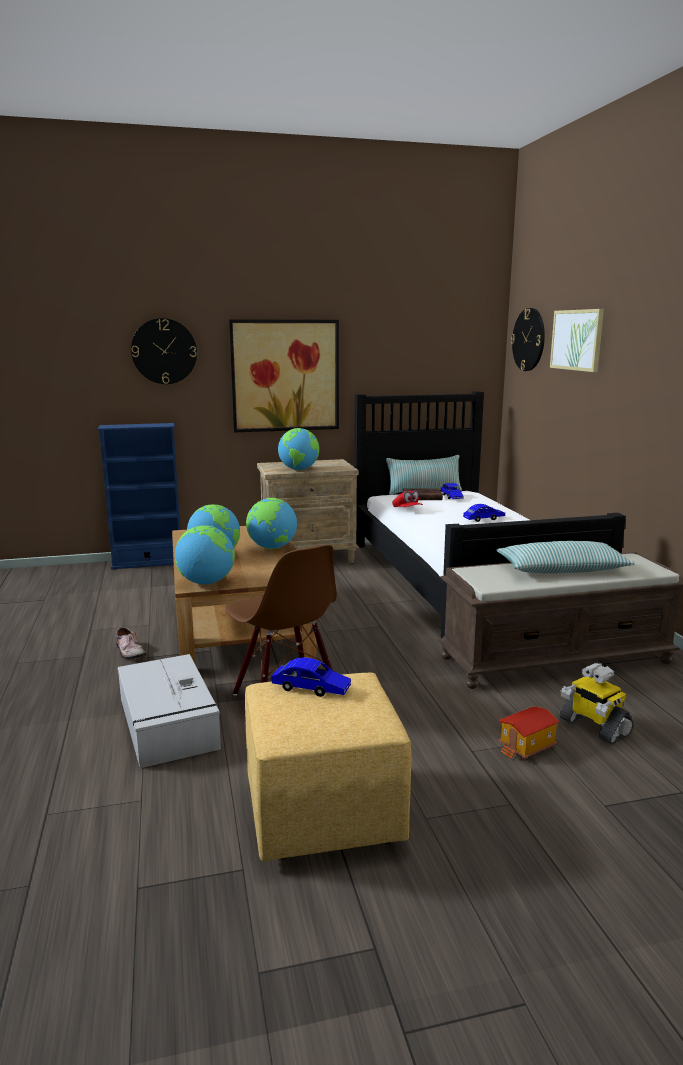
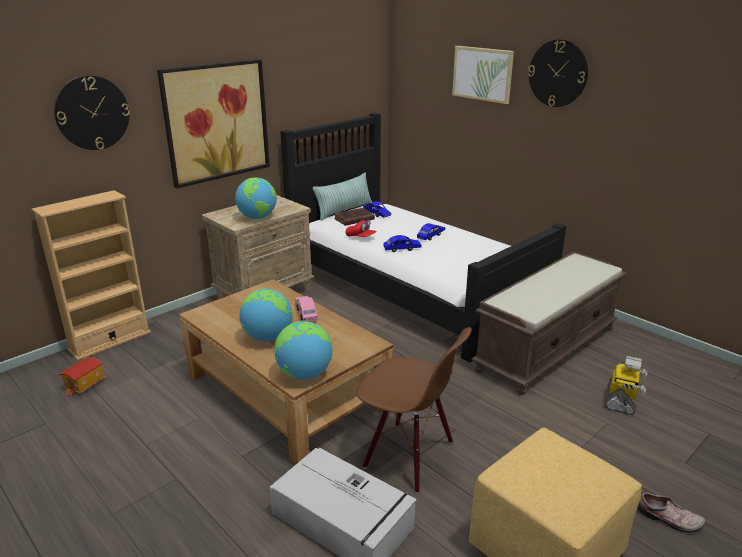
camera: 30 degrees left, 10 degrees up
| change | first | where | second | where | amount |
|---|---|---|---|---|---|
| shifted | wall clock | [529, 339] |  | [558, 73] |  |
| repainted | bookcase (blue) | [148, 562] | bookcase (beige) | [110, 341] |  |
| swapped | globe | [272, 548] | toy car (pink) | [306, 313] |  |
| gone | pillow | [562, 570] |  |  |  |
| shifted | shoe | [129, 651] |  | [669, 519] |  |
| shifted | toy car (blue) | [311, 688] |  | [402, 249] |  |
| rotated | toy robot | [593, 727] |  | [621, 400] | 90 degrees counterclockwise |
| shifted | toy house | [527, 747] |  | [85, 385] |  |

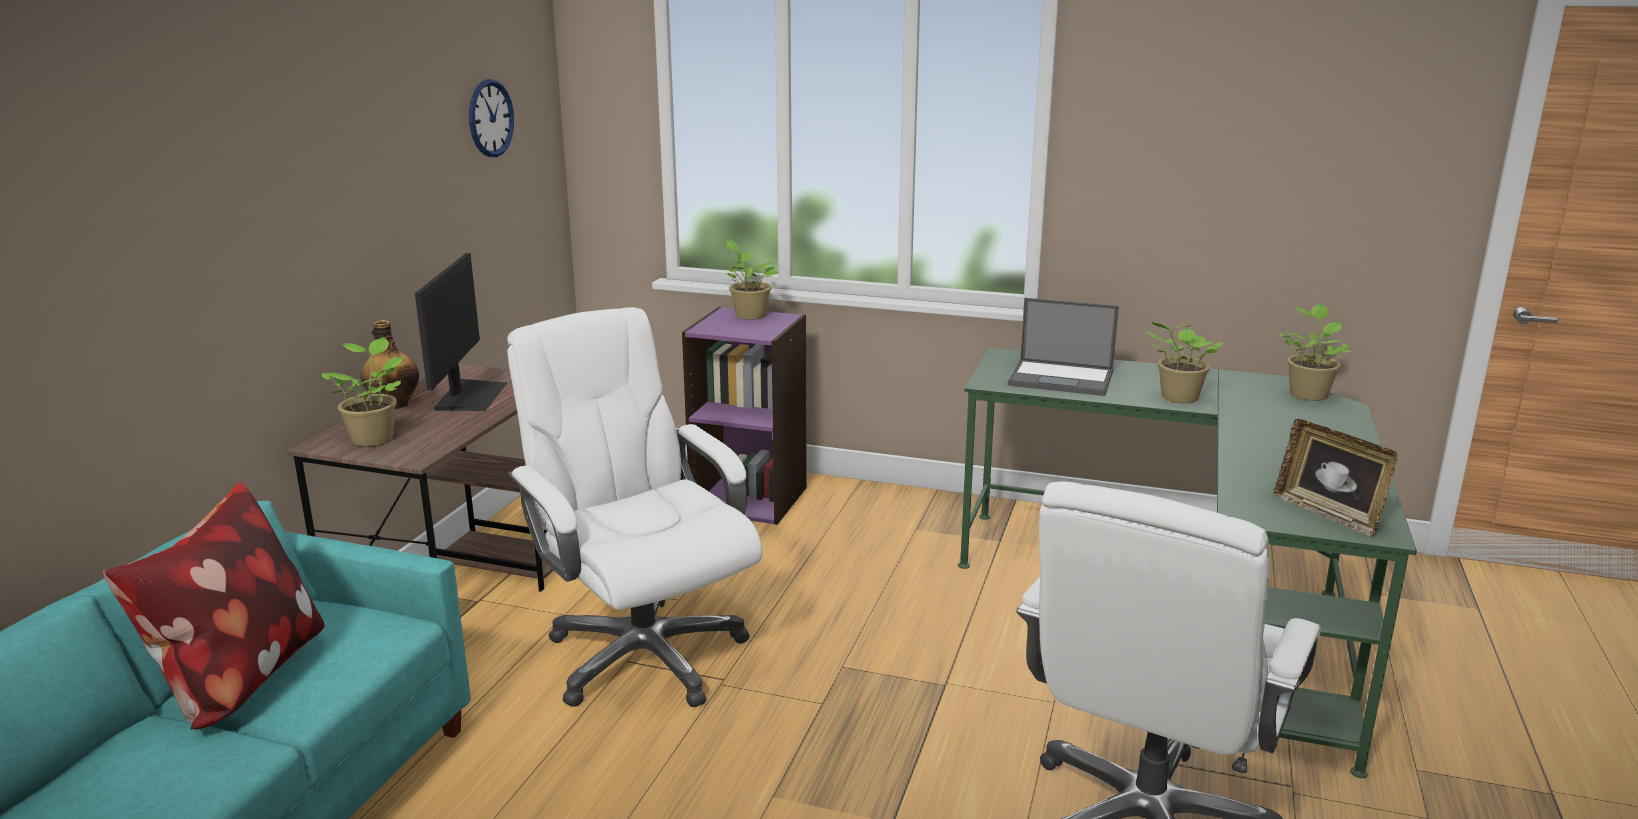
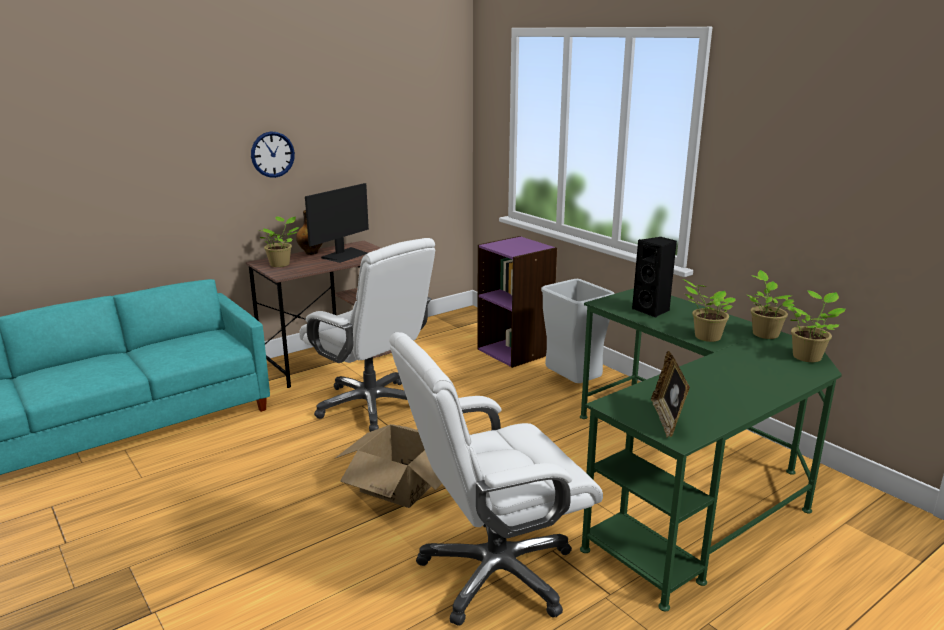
camera: 35 degrees right, 0 degrees up
| change | first | where | second | where | amount |
|---|---|---|---|---|---|
| shifted | wall clock | [490, 118] |  | [272, 154] |  |
| shifted | potted plant | [749, 315] |  | [764, 333] |  |
| swapped | laptop | [1062, 378] | speaker (black) | [652, 310] |  |
| rotated | office chair (white) | [644, 655] |  | [372, 405] | 135 degrees clockwise |
| gone | pillow | [238, 679] |  |  |  |
| new |  |  | trash can (grey) | [573, 386] |  |
| new |  |  | cardboard box | [400, 484] |  |

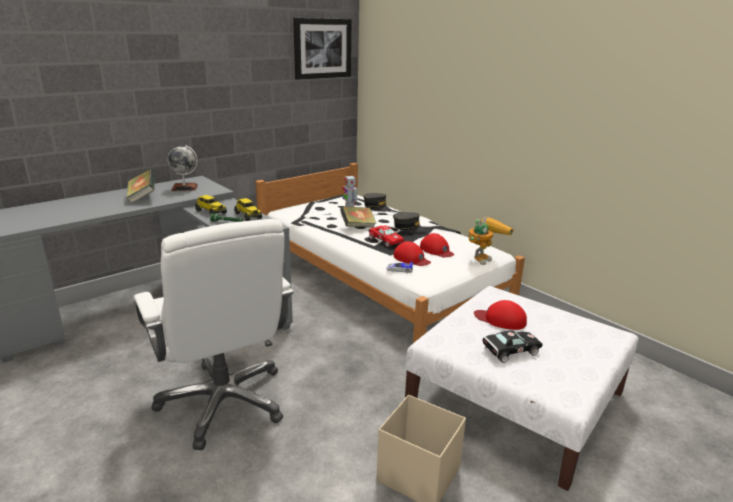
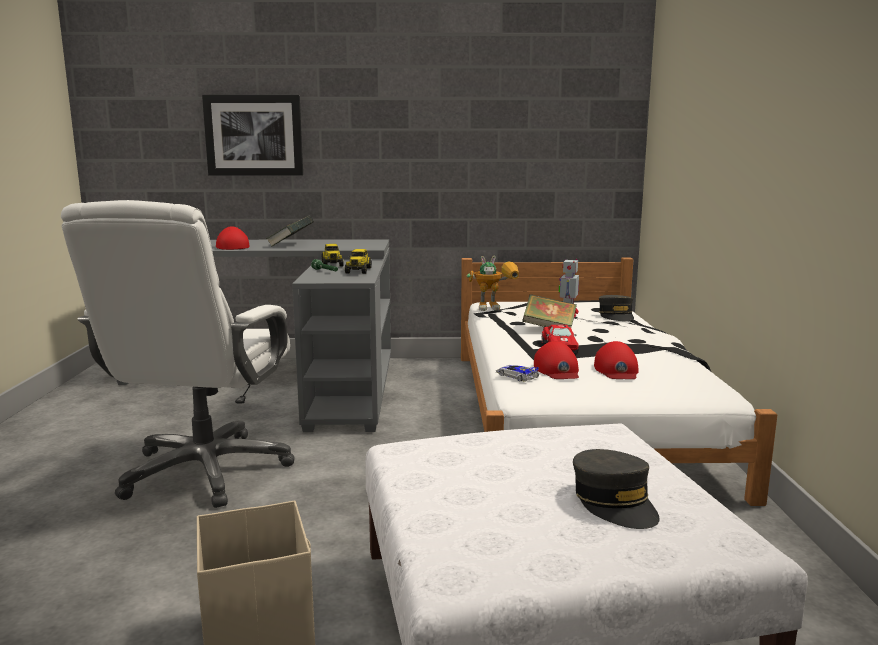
camera: 40 degrees right, 10 degrees down
| change | first | where | second | where | amount |
|---|---|---|---|---|---|
| shifted | picture | [322, 48] |  | [254, 135] |  |
| gone | globe | [184, 188] |  |  |  |
| shifted | cap (grey) | [408, 228] |  | [614, 502] |  |
| shifted | toy robot | [483, 257] |  | [496, 308] |  |
| shifted | cap (red) | [500, 319] |  | [231, 246] |  |
| gone | toy car (black) | [509, 351] |  |  |  |

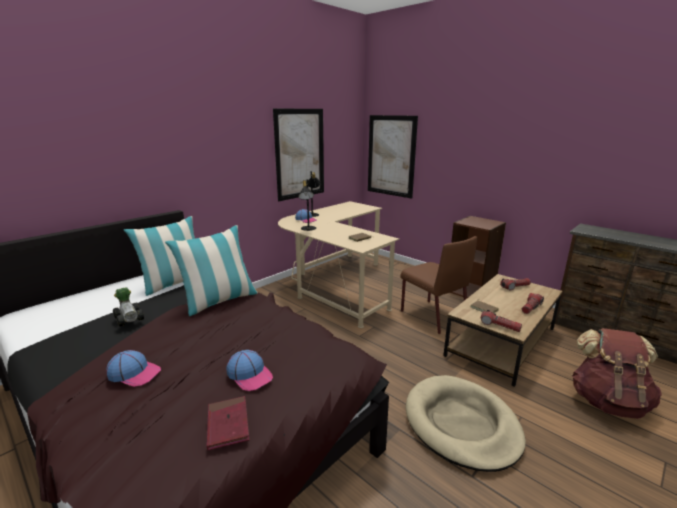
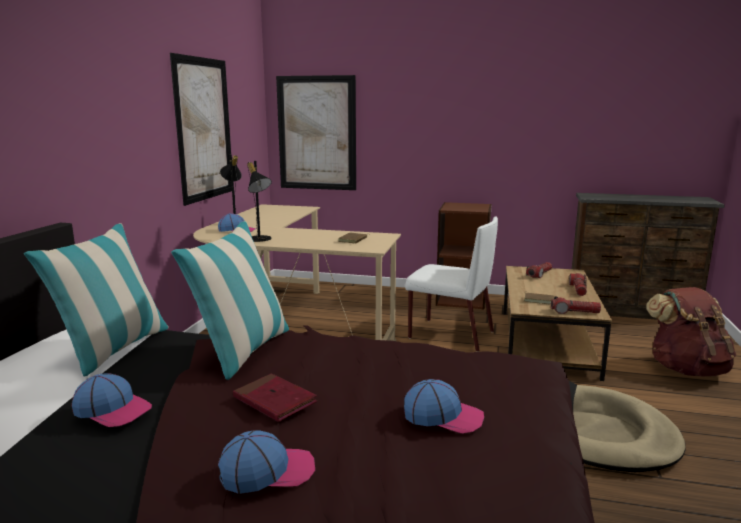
camera: 30 degrees left, 5 degrees down
| change | first | where | second | where | amount |
|---|---|---|---|---|---|
| repainted | chair (brown) | [432, 316] | chair (white) | [449, 334] |  |
| swapped | toy car | [129, 317] | cap | [113, 410] |  |
| shifted | book (red) | [228, 424] |  | [274, 401] |  |

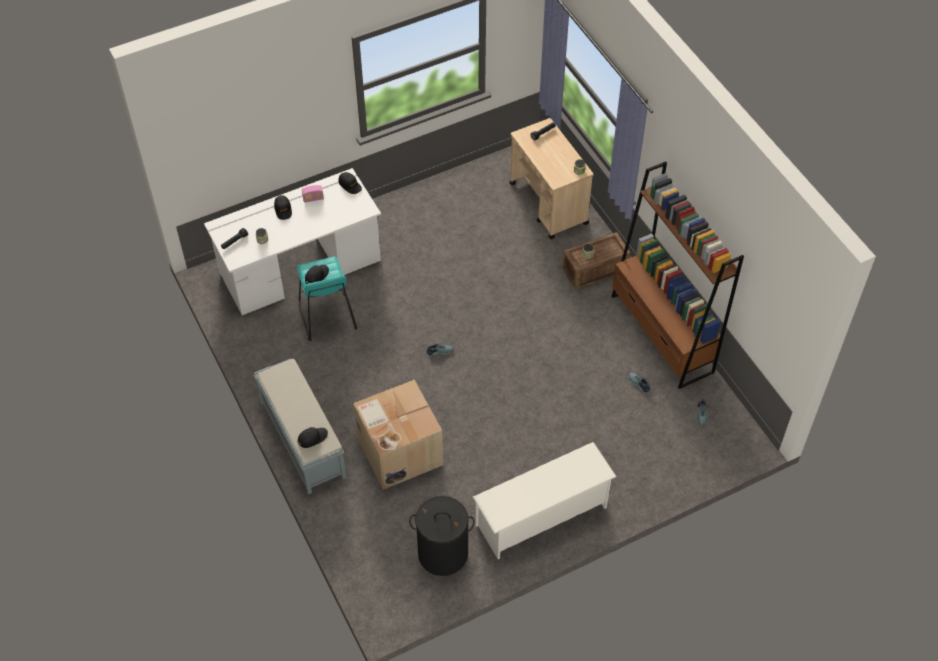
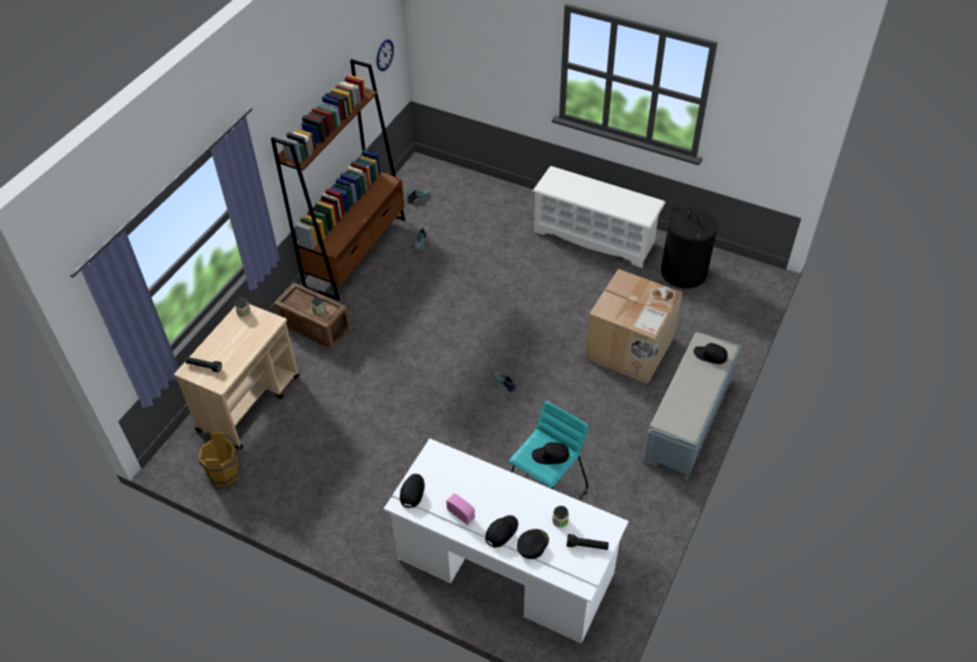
camera: 125 degrees left, 5 degrees down
| change | first | where | second | where | amount |
|---|---|---|---|---|---|
| new |  |  | wall clock | [384, 55] |  |
| new |  |  | bucket (brown) | [227, 474] |  |
| new |  |  | cap (black) | [532, 544] |  |

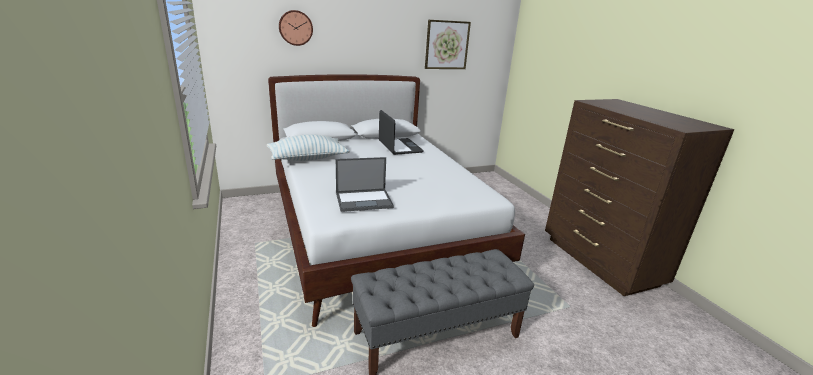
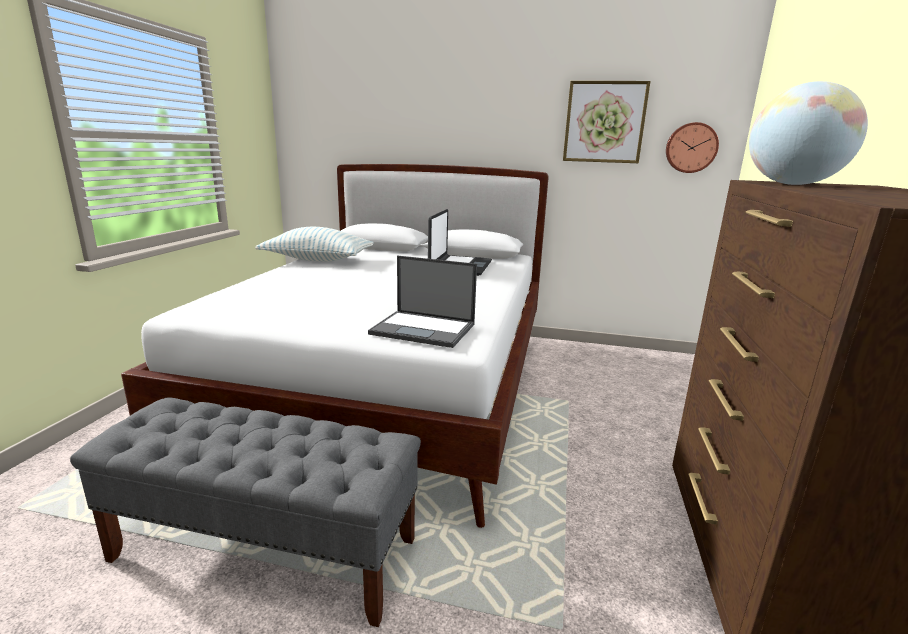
camera: 35 degrees right, 5 degrees down
| change | first | where | second | where | amount |
|---|---|---|---|---|---|
| shifted | wall clock | [295, 28] |  | [691, 148] |  |
| shifted | laptop | [364, 200] |  | [424, 329] |  |
| new |  |  | globe | [792, 184] |  |

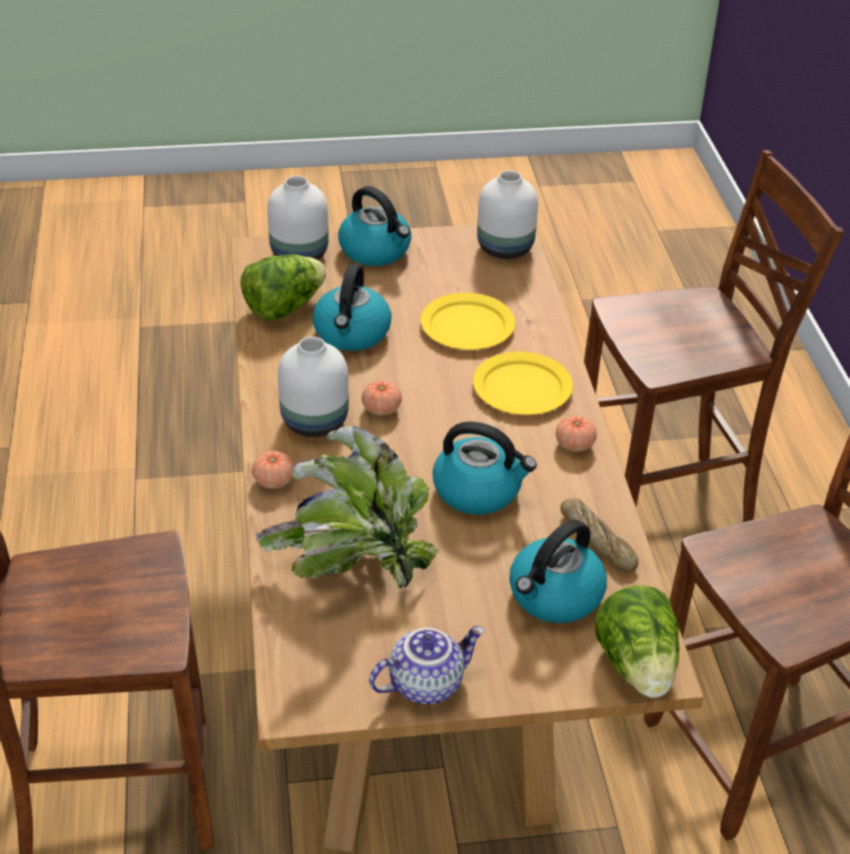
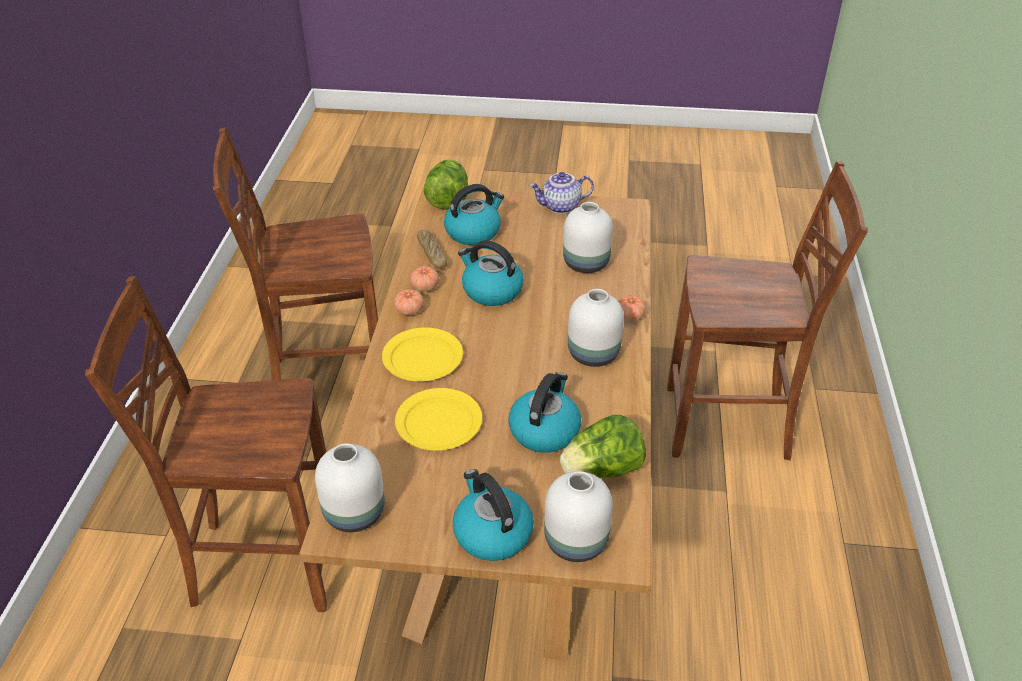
camera: 165 degrees left, 0 degrees up
| change | first | where | second | where | amount |
|---|---|---|---|---|---|
| shifted | tomato | [381, 409] |  | [425, 287] |  |
| swapped | potted plant | [352, 562] | vase (white) | [586, 263] |  |

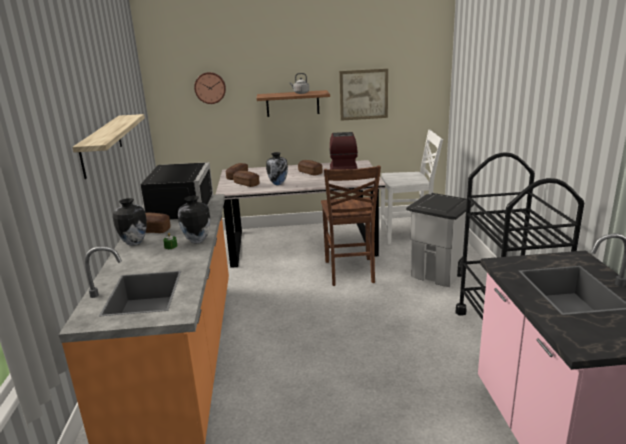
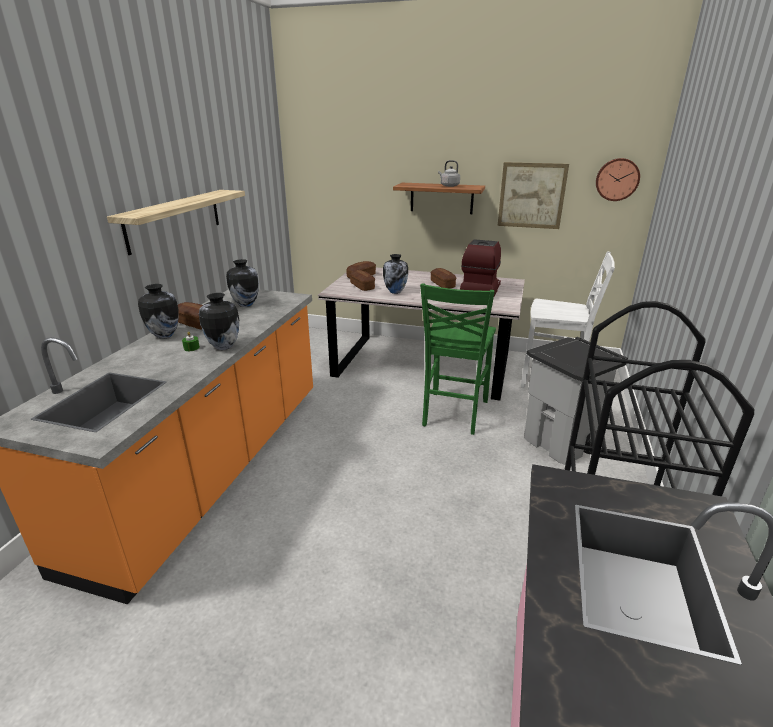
camera: 20 degrees right, 5 degrees up
| change | first | where | second | where | amount |
|---|---|---|---|---|---|
| shifted | wall clock | [210, 88] |  | [617, 179] |  |
| swapped | microwave (black) | [176, 209] | vase | [245, 304] |  |
| repainted | chair (brown) | [350, 272] | chair (green) | [453, 413] |  |

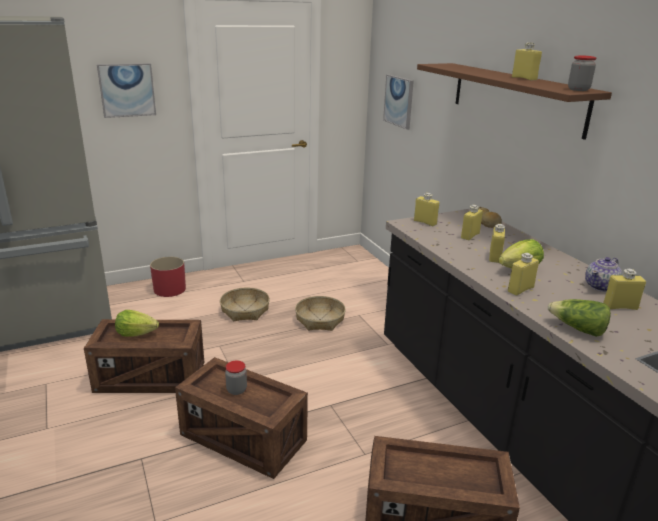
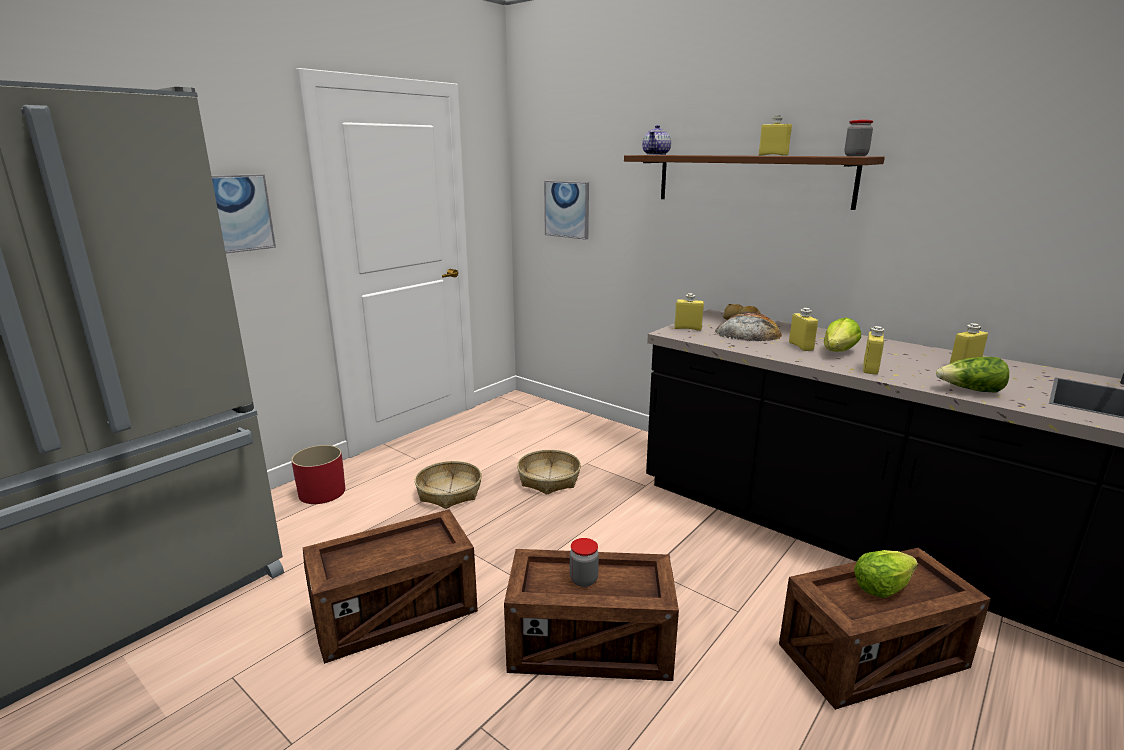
camera: 25 degrees left, 5 degrees down
| change | first | where | second | where | amount |
|---|---|---|---|---|---|
| swapped | bottle (yellow) | [470, 236] | bread | [748, 333] |  |
| shifted | teapot | [601, 286] |  | [656, 154] |  |
| shifted | lettuce | [136, 333] |  | [881, 587] |  |

